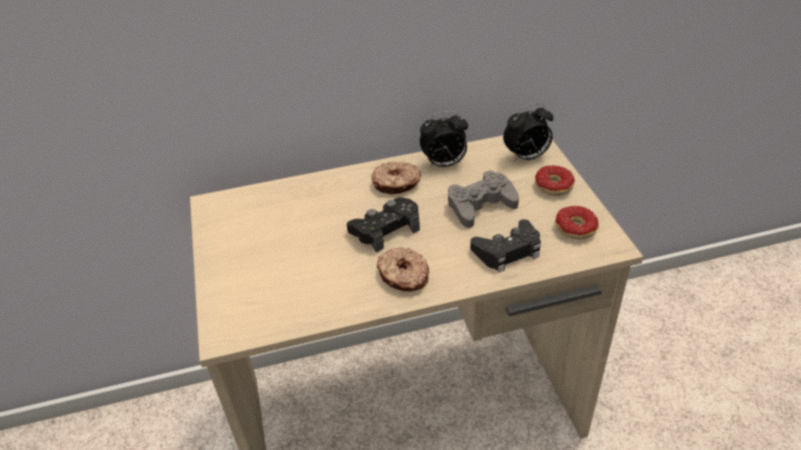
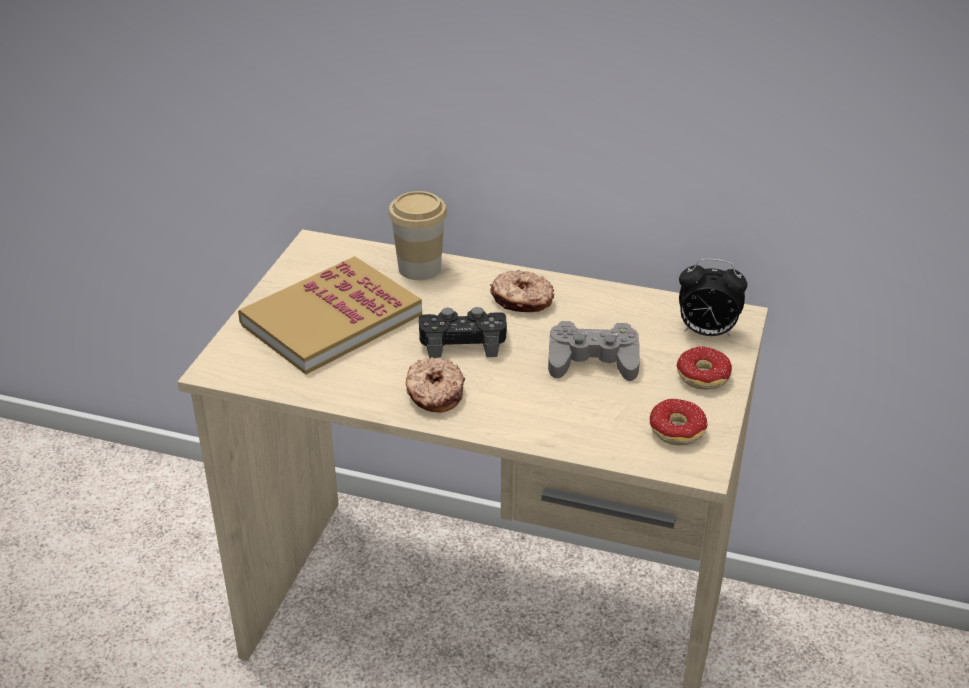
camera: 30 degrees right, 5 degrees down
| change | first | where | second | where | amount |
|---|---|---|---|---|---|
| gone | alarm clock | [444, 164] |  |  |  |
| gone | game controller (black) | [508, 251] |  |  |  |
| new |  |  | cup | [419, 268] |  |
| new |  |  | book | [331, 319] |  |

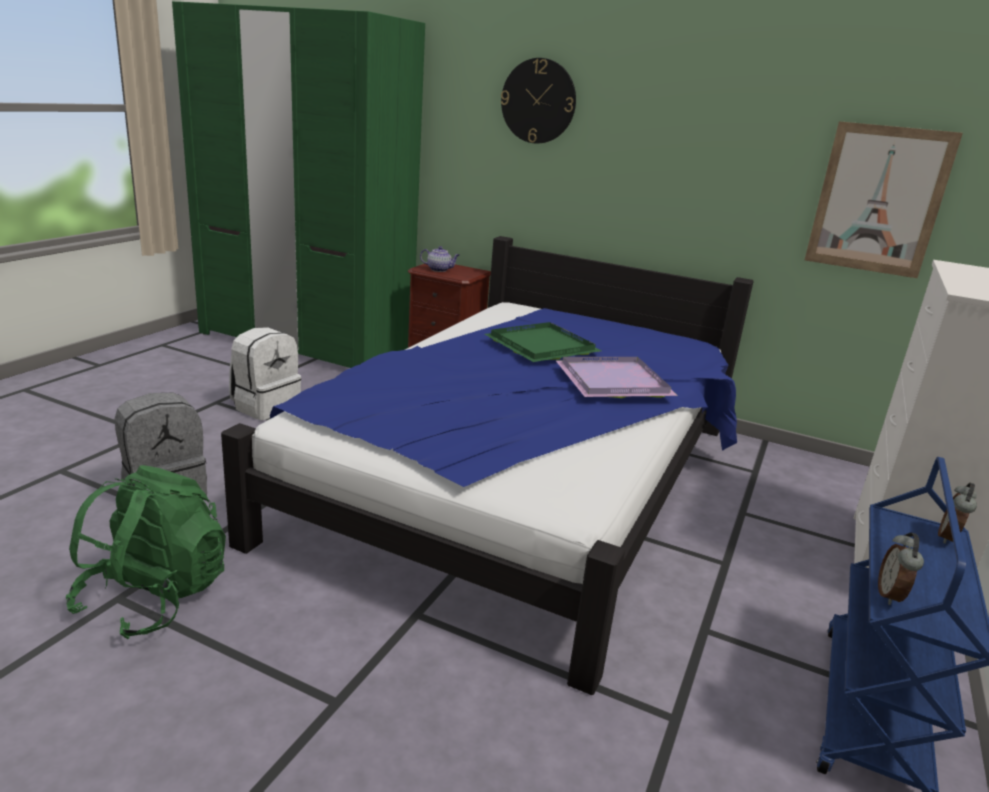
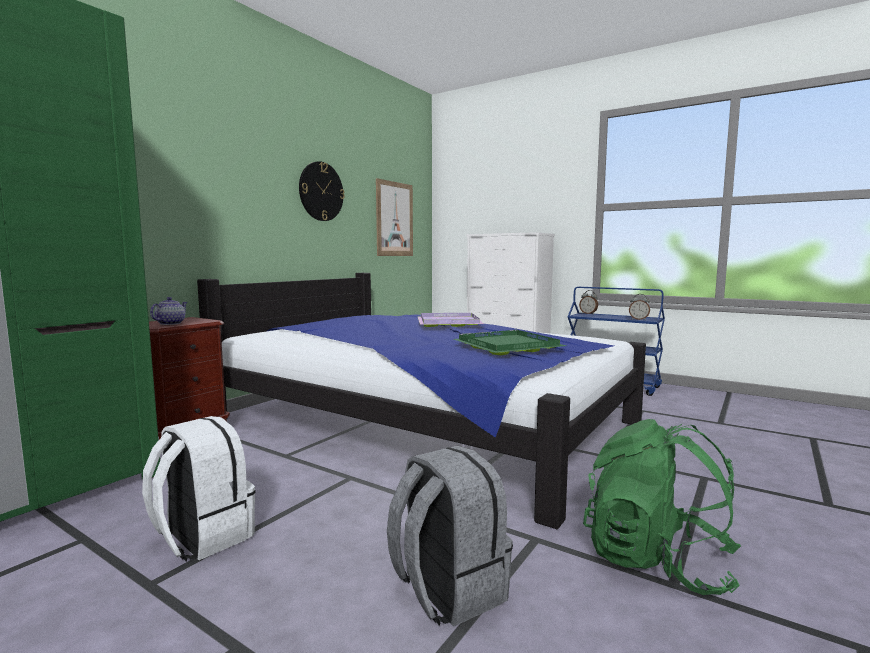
camera: 80 degrees left, 15 degrees down
| change | first | where | second | where | amount |
|---|---|---|---|---|---|
| shifted | wall clock | [538, 101] |  | [321, 191] |  |
| shifted | tray (green) | [539, 346] |  | [507, 346] |  |

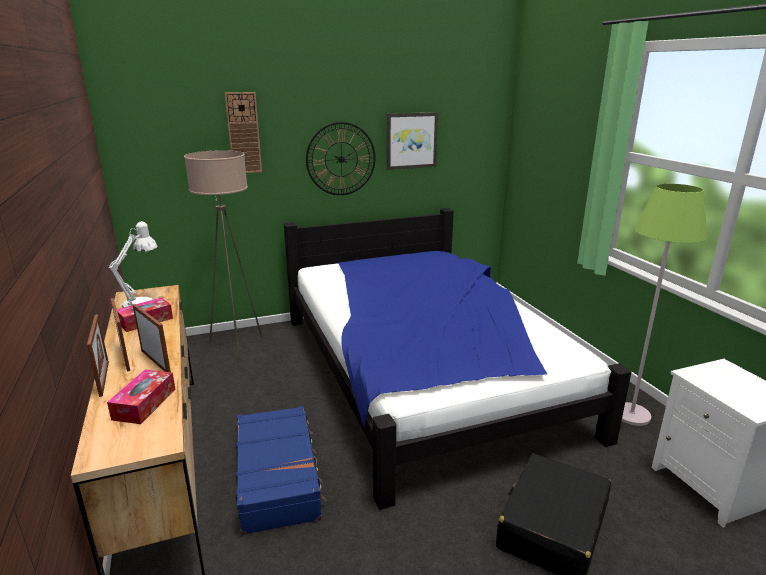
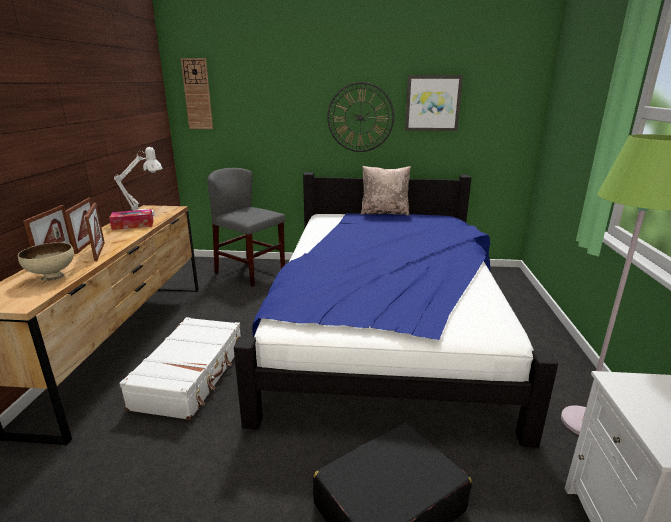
camera: 25 degrees right, 0 degrees up
| change | first | where | second | where | amount |
|---|---|---|---|---|---|
| shifted | wall clock | [243, 133] |  | [197, 94] |  |
| swapped | floor lamp (beige) | [237, 347] | chair (grey) | [250, 272] |  |
| swapped | tissue box | [144, 404] | bowl (beige) | [52, 276] |  |
| repainted | suitcase (blue) | [278, 477] | suitcase (white) | [191, 375] |  |
| new |  |  | pillow (beige) | [384, 212] |  |

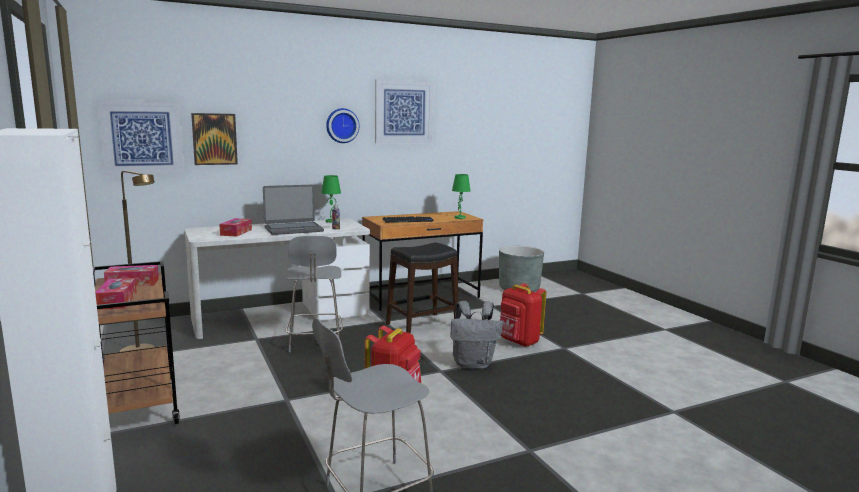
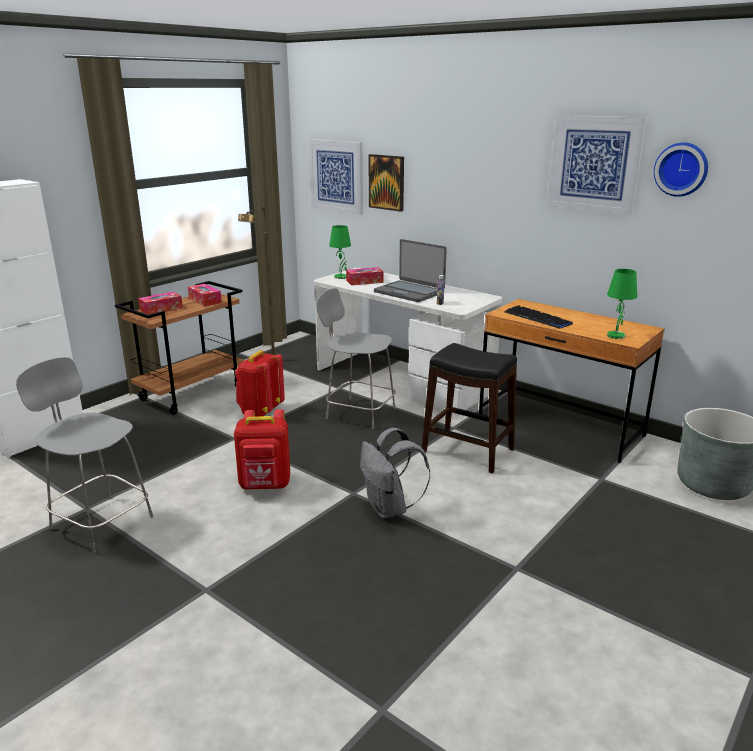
camera: 65 degrees right, 10 degrees up
| change | first | where | second | where | amount |
|---|---|---|---|---|---|
| shifted | wall clock | [342, 125] |  | [681, 169] |  |
| shifted | table lamp (green) | [331, 221] |  | [341, 277] |  |
| rotated | chair (grey) | [315, 342] |  | [358, 412] | 60 degrees clockwise |
| shifted | backpack (red) | [518, 342] |  | [260, 412] |  |

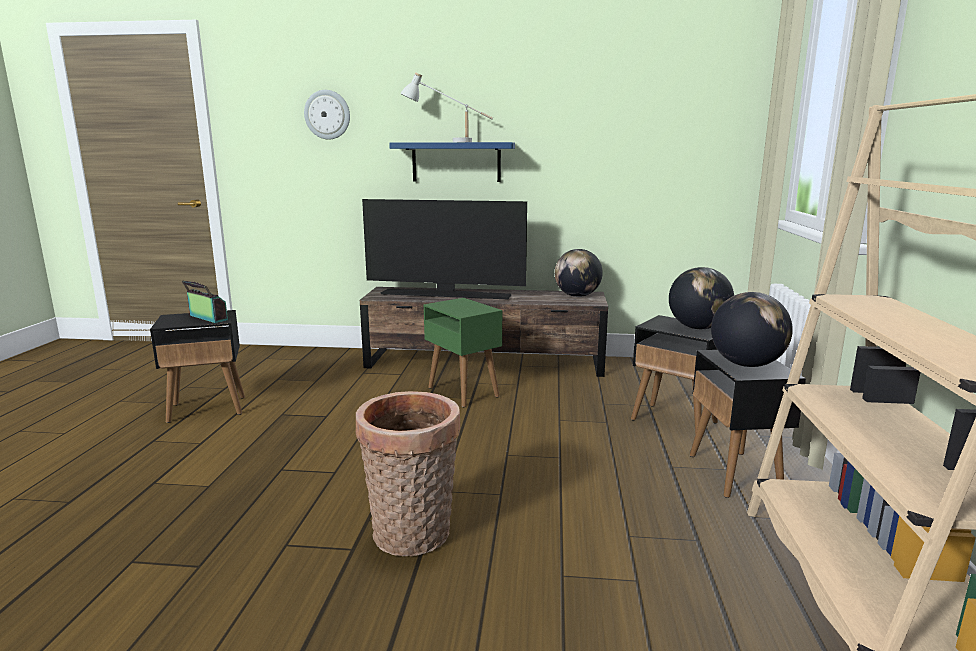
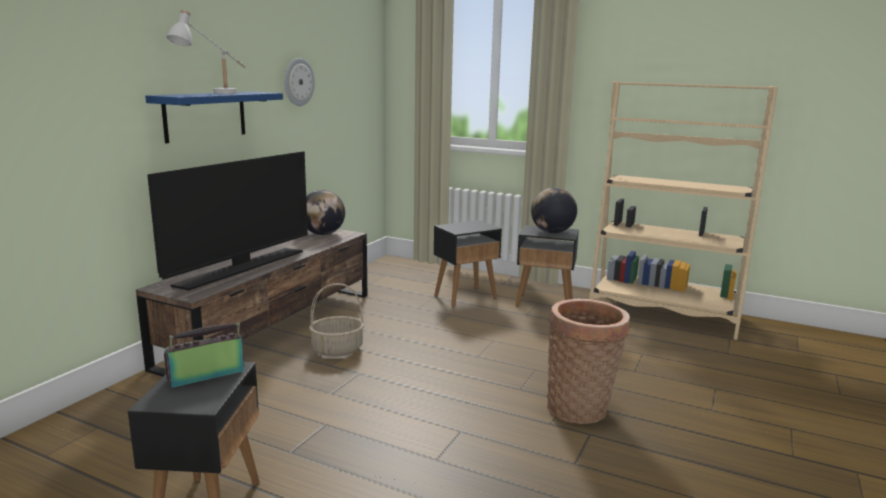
camera: 70 degrees left, 0 degrees up
| change | first | where | second | where | amount |
|---|---|---|---|---|---|
| shifted | wall clock | [327, 114] |  | [298, 82] |  |
| gone | globe | [698, 328] |  |  |  |
| swapped | side table (green) | [462, 392] | basket | [337, 350] |  |

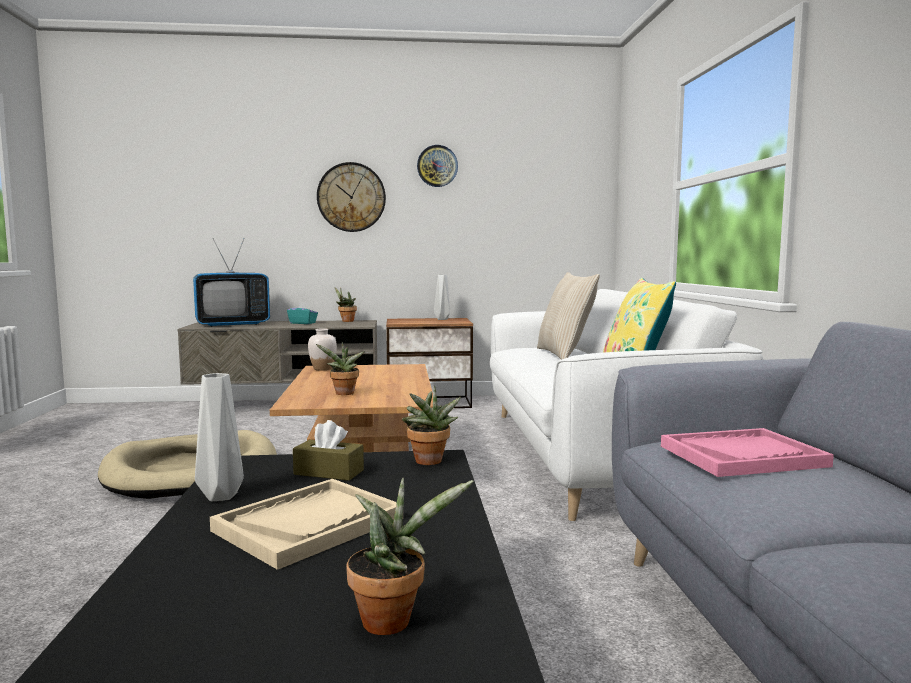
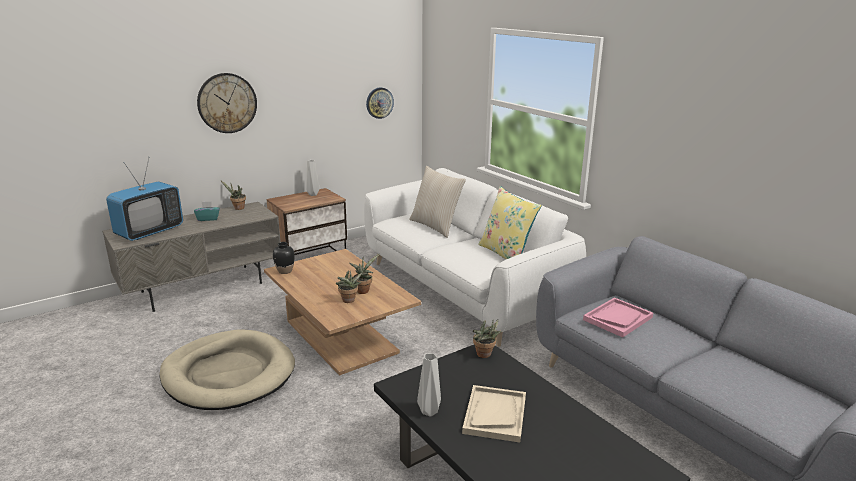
camera: 30 degrees left, 15 degrees up
| change | first | where | second | where | amount |
|---|---|---|---|---|---|
| shifted | wall clock | [437, 166] |  | [379, 103] |  |
| repainted | vase (white) | [322, 369] | vase (black) | [285, 271] |  |
| gone | tissue box (brown) | [329, 472] |  |  |  |
| shifted | potted plant | [393, 619] |  | [363, 290] |  |

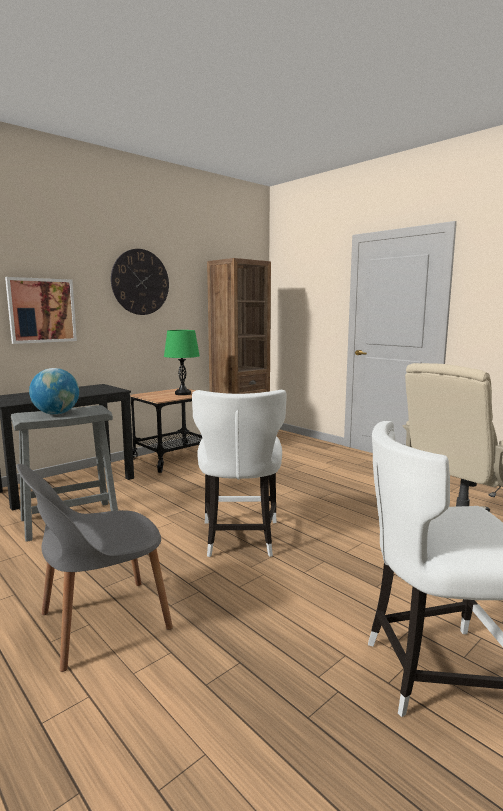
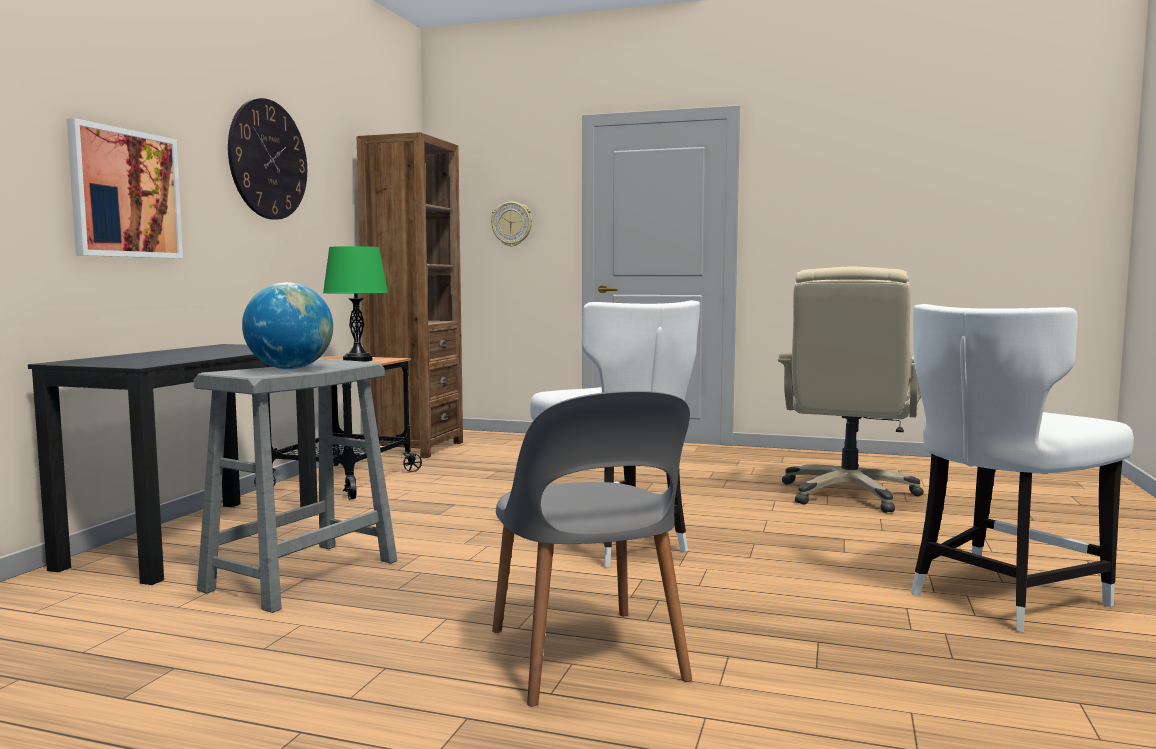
camera: 30 degrees left, 5 degrees down
| change | first | where | second | where | amount |
|---|---|---|---|---|---|
| rotated | chair (grey) | [101, 622] |  | [586, 658] | 45 degrees counterclockwise |
| new |  |  | wall clock | [512, 224] |  |

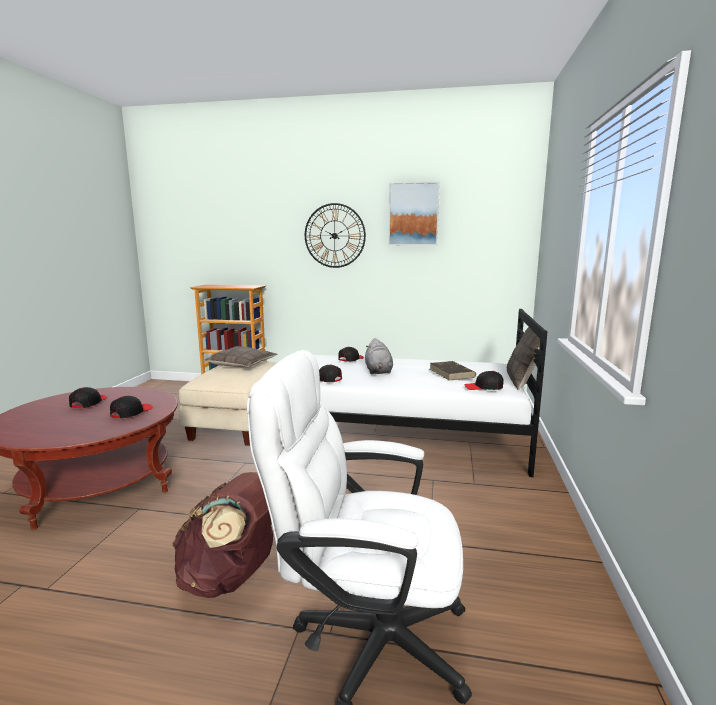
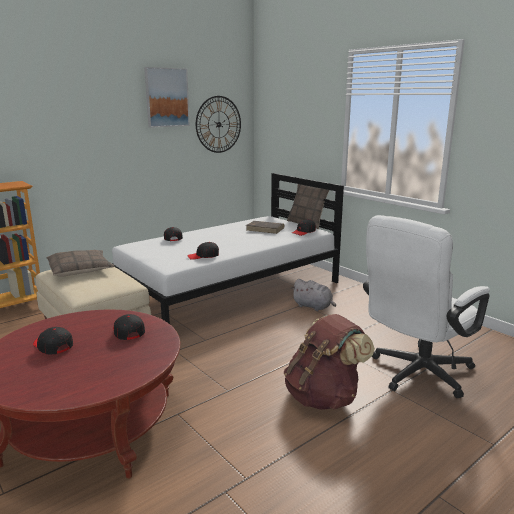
camera: 50 degrees left, 5 degrees up
| change | first | where | second | where | amount |
|---|---|---|---|---|---|
| shifted | wall clock | [334, 235] |  | [218, 124] |  |
| shifted | plush toy (grey) | [378, 371] |  | [313, 307] |  |

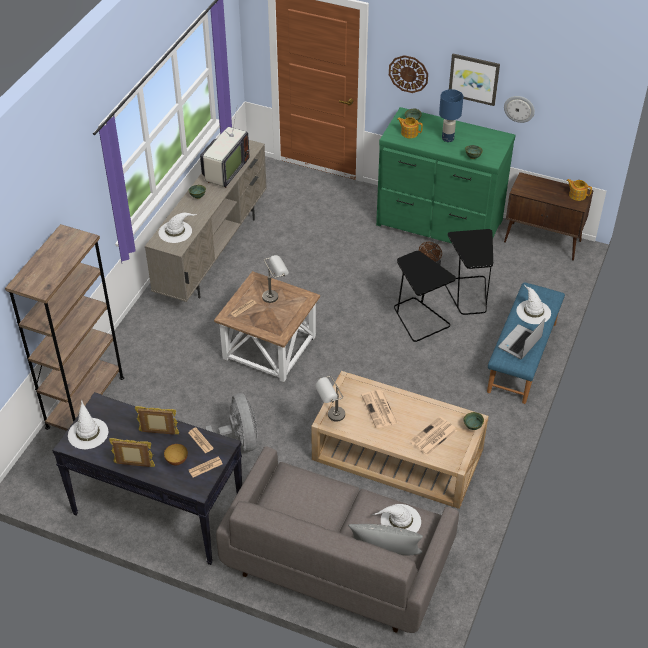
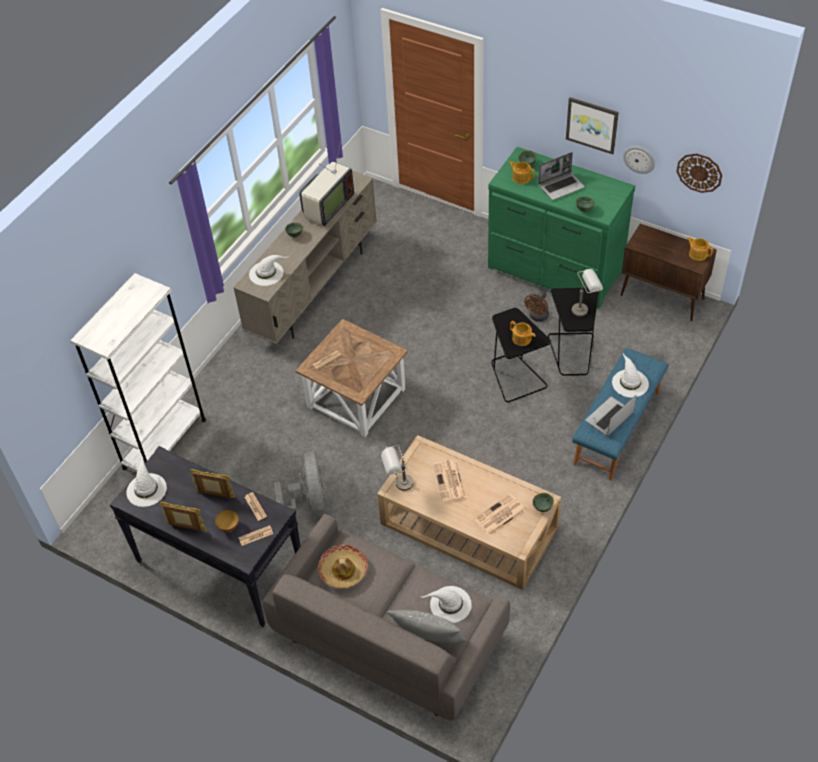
camera: 10 degrees right, 5 degrees up
| change | first | where | second | where | amount |
|---|---|---|---|---|---|
| shifted | wall clock | [408, 73] |  | [699, 172] |  |
| swapped | table lamp (blue) | [448, 138] | laptop | [561, 186] |  |
| repainted | bookcase (brown) | [85, 402] | bookcase (white) | [164, 443] |  |
| shifted | table lamp (grey) | [275, 295] |  | [585, 308] |  |
| new |  |  | teapot | [522, 339] |  |
| new |  |  | hat | [343, 570] |  |

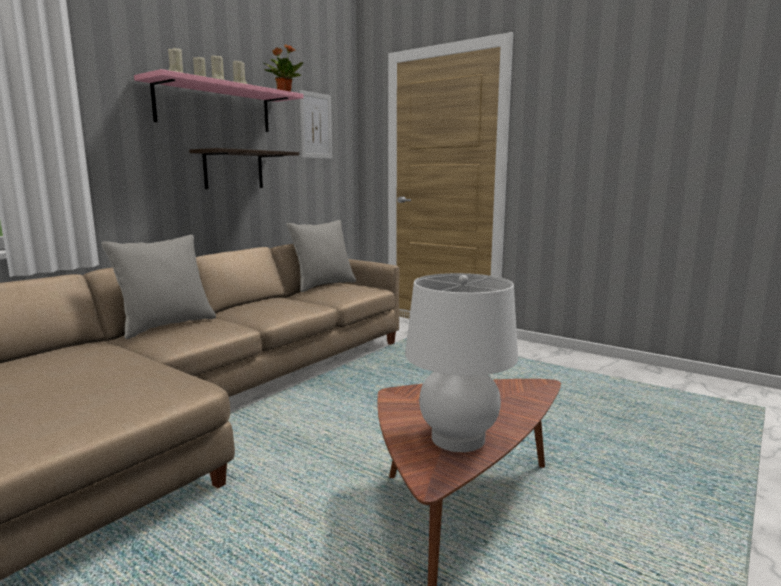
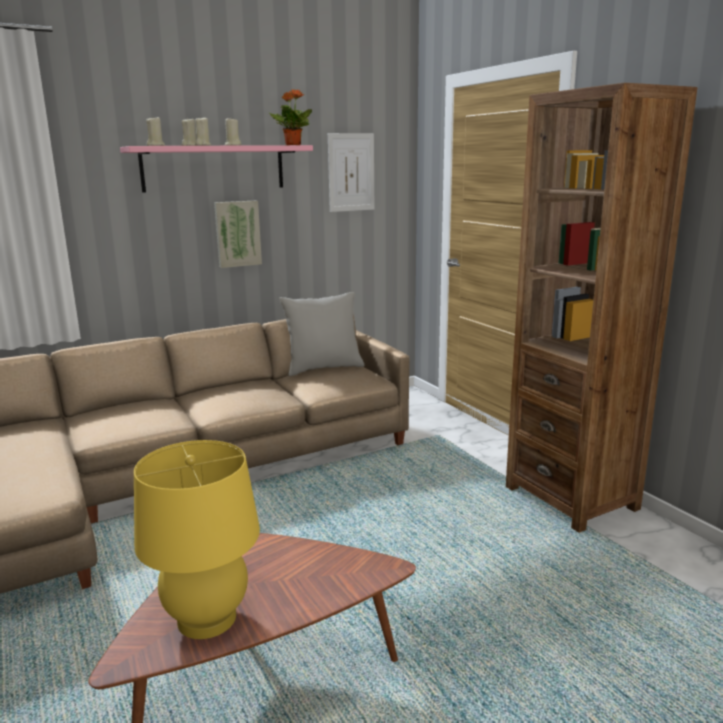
camera: 25 degrees right, 5 degrees up
| change | first | where | second | where | amount |
|---|---|---|---|---|---|
| swapped | shelf | [233, 170] | picture | [237, 233] |  |
| gone | pillow (grey) | [166, 326] |  |  |  |
| repainted | table lamp (white) | [458, 438] | table lamp (yellow) | [207, 618] |  |
| new |  |  | bookcase (brown) | [571, 498] |  |

